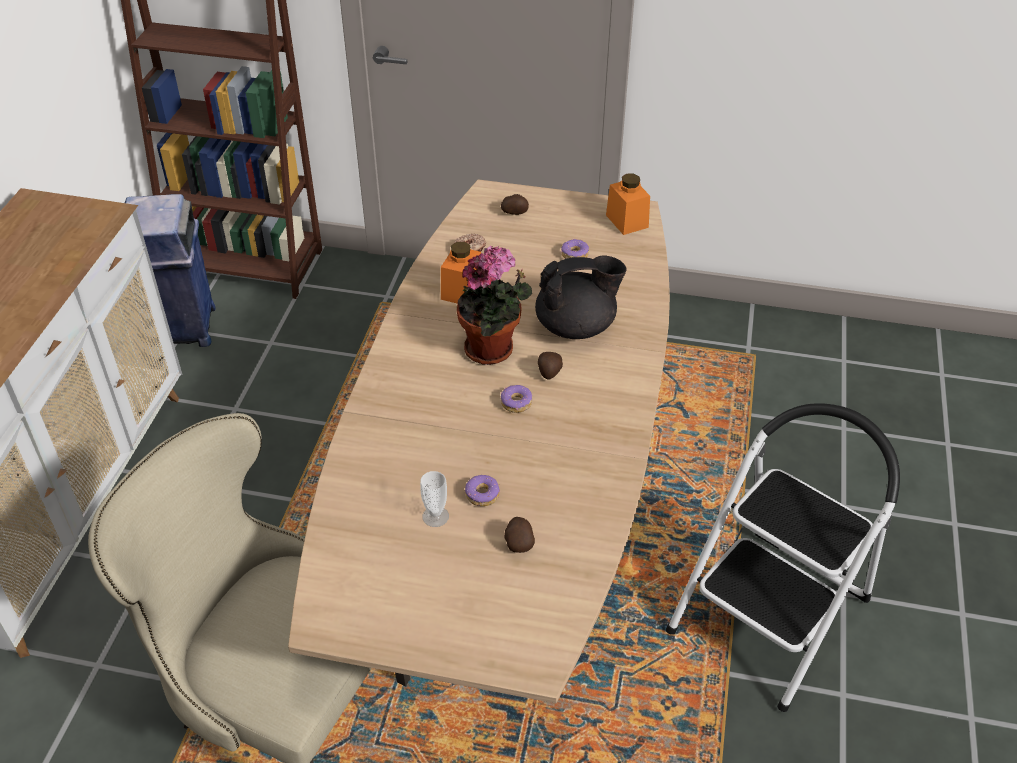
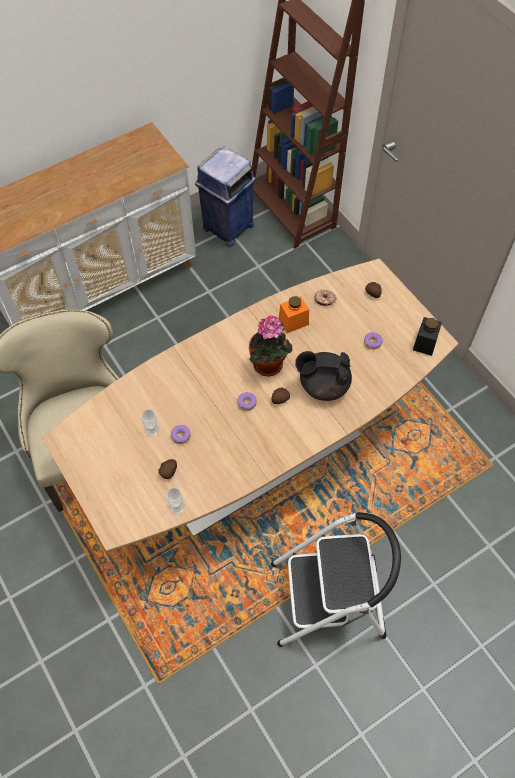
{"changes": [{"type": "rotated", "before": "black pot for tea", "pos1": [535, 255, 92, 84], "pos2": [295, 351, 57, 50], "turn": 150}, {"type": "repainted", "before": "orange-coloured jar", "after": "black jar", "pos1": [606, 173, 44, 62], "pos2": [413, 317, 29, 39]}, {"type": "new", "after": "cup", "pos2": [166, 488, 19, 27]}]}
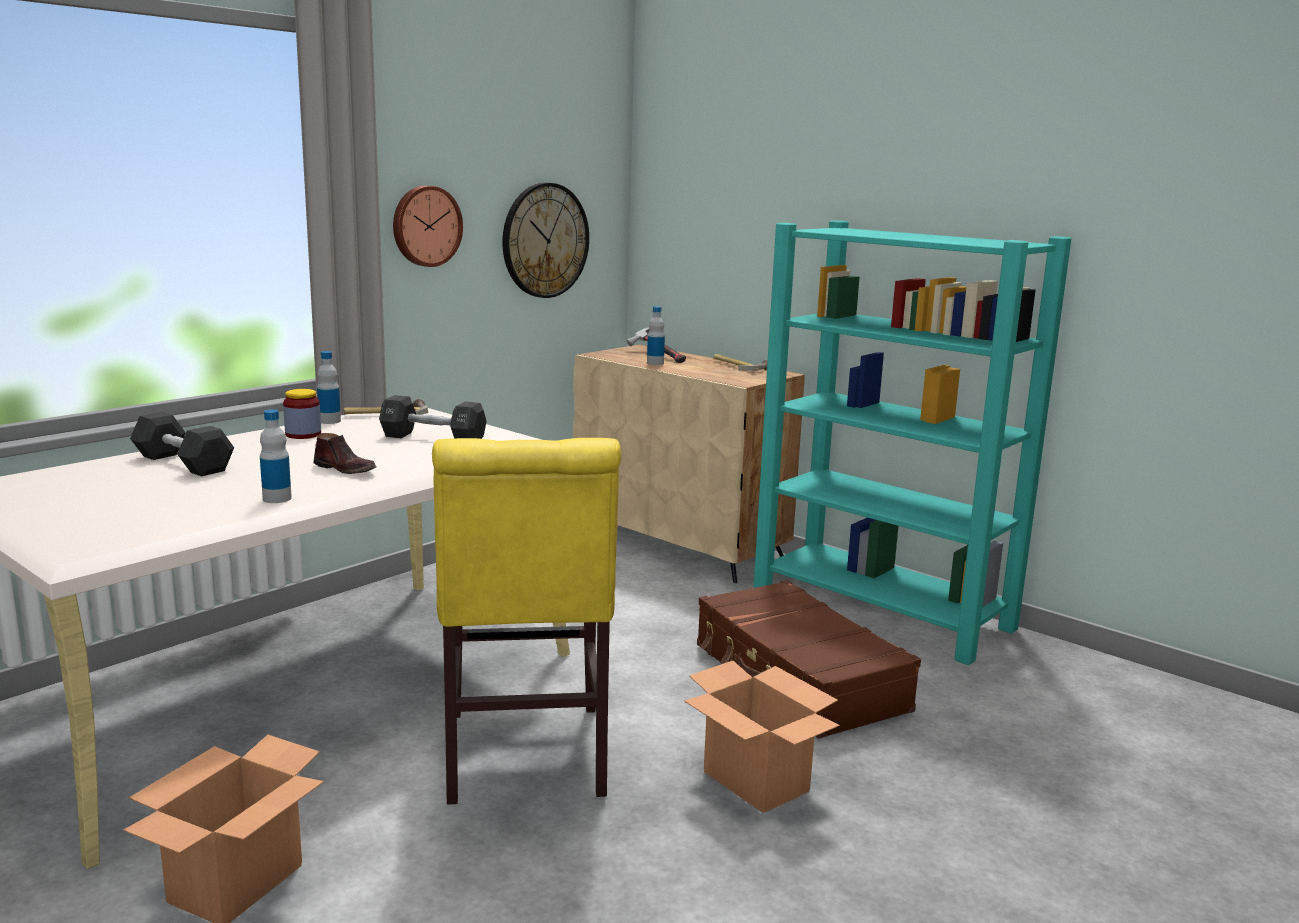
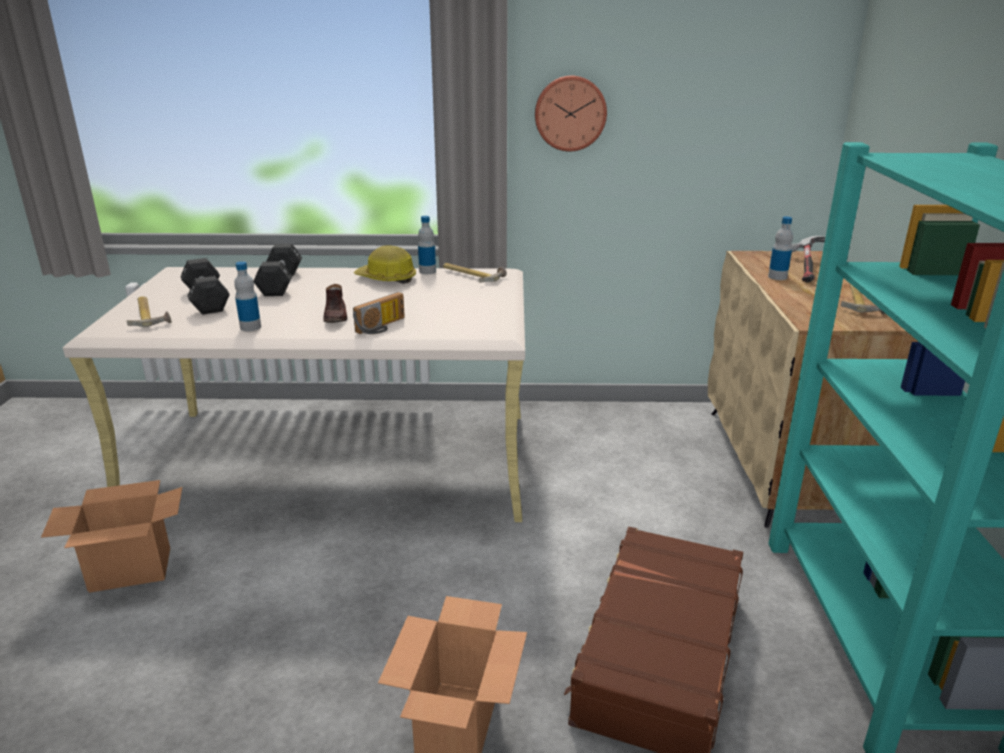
{"changes": [{"type": "swapped", "before": "jar", "after": "safety helmet", "pos1": [283, 389, 38, 50], "pos2": [354, 245, 62, 39]}, {"type": "shifted", "before": "black free weight", "pos1": [379, 395, 108, 44], "pos2": [180, 258, 50, 57]}, {"type": "gone", "before": "yellowish chair", "pos1": [432, 438, 190, 367]}, {"type": "gone", "before": "hanging clock", "pos1": [502, 183, 87, 115]}, {"type": "new", "after": "tool hammer", "pos2": [127, 296, 45, 31]}, {"type": "new", "after": "radio receiver", "pos2": [353, 292, 52, 42]}]}
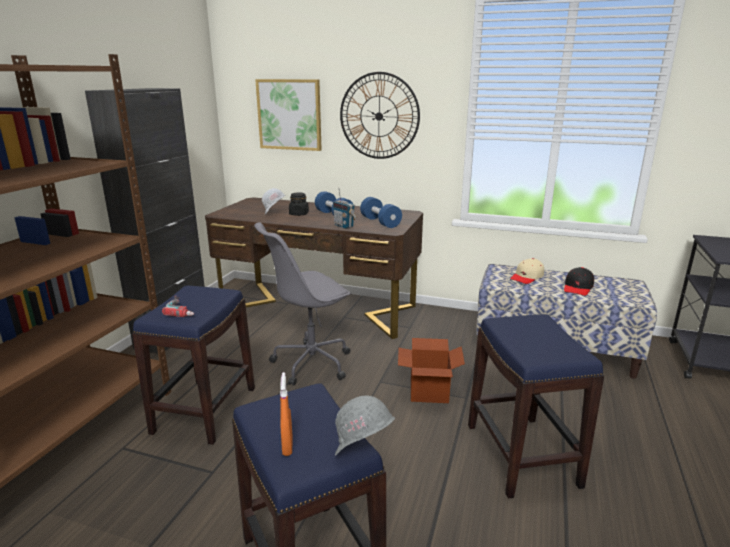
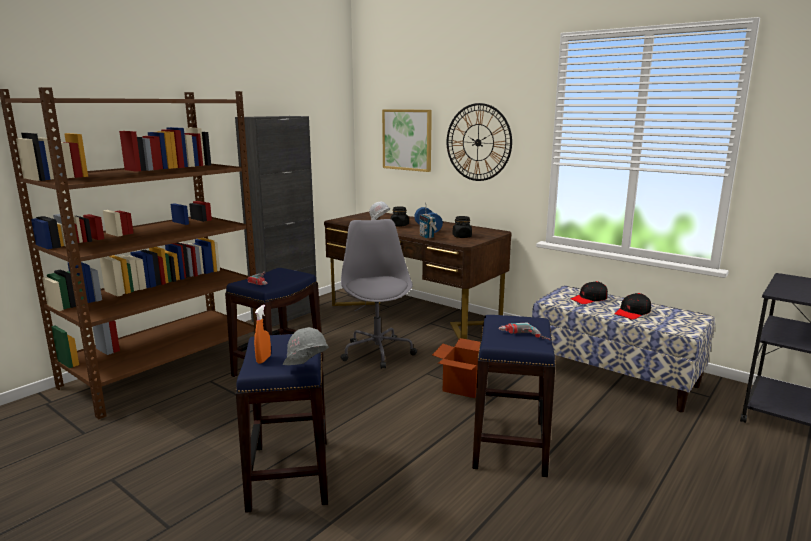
{"changes": [{"type": "rotated", "before": "gray computer chair", "pos1": [254, 222, 97, 164], "pos2": [340, 219, 77, 150], "turn": 90}, {"type": "swapped", "before": "blue free weight", "after": "black jar", "pos1": [360, 197, 42, 31], "pos2": [453, 216, 19, 22]}, {"type": "repainted", "before": "sand-coloured baseball cap", "after": "black baseball cap", "pos1": [510, 258, 34, 26], "pos2": [571, 281, 37, 23]}, {"type": "new", "after": "electric drill", "pos2": [499, 323, 52, 18]}]}
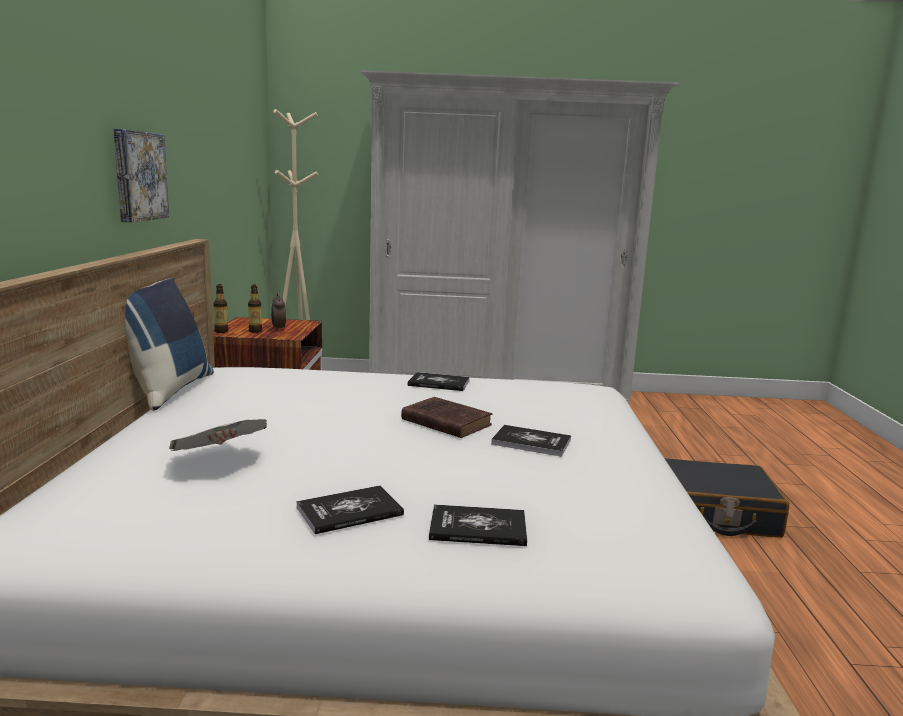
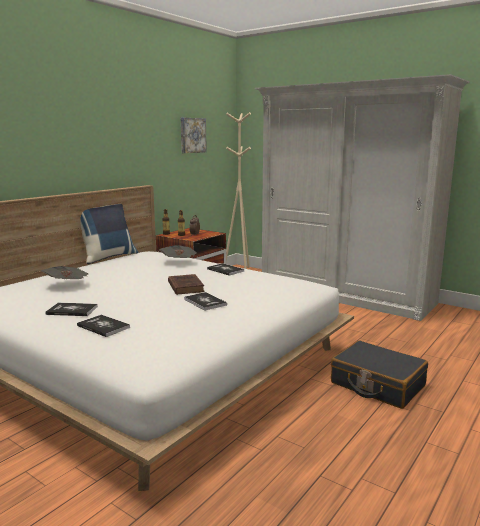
{"changes": [{"type": "shifted", "before": "wall picture", "pos1": [113, 129, 56, 94], "pos2": [181, 118, 26, 35]}, {"type": "new", "after": "daily paper", "pos2": [159, 245, 38, 13]}]}
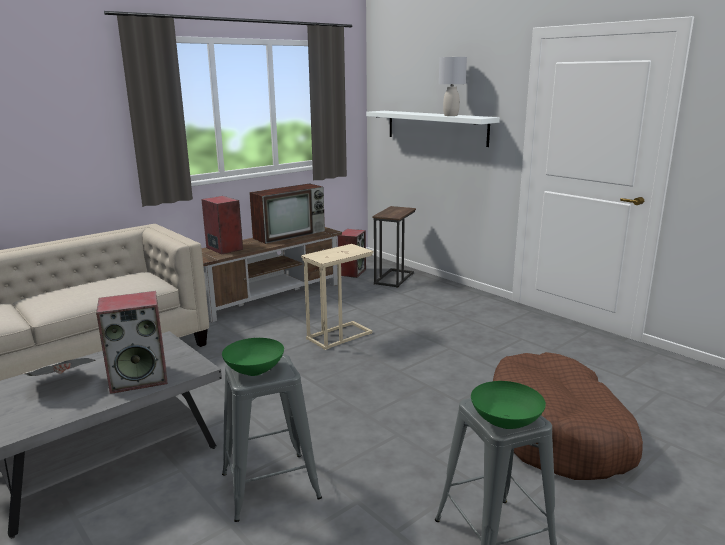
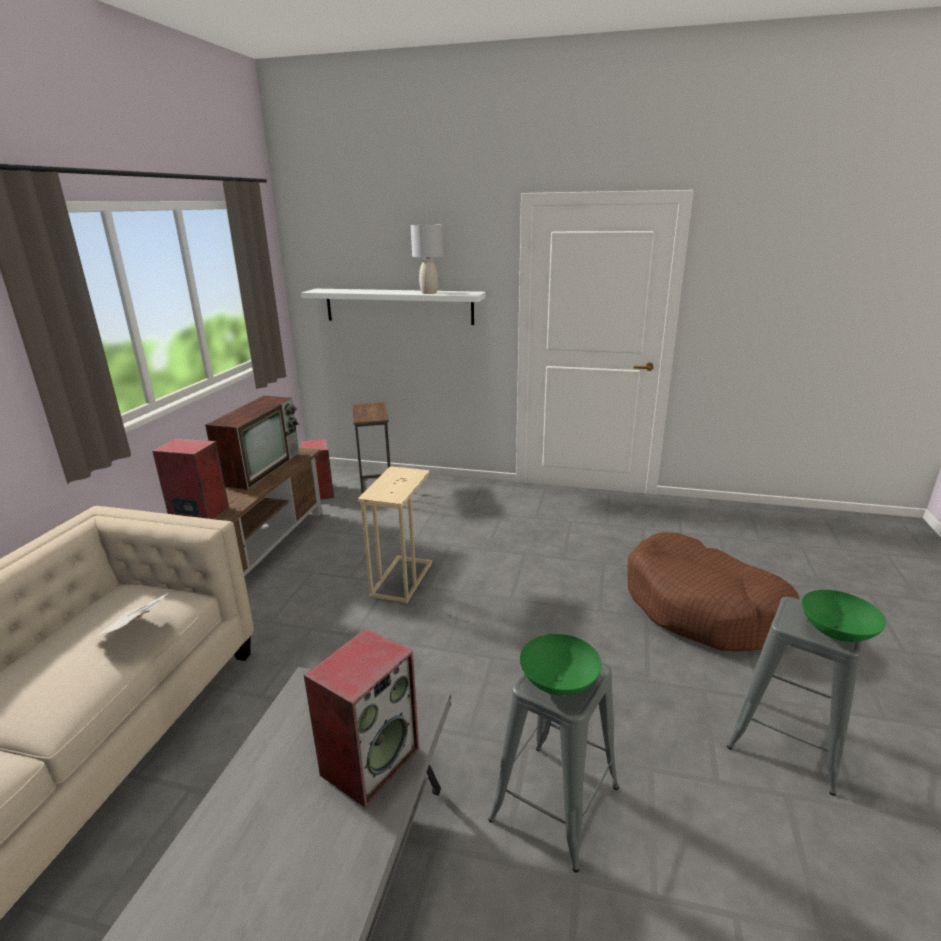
{"changes": [{"type": "shifted", "before": "daily paper", "pos1": [23, 358, 72, 18], "pos2": [94, 591, 79, 46]}]}
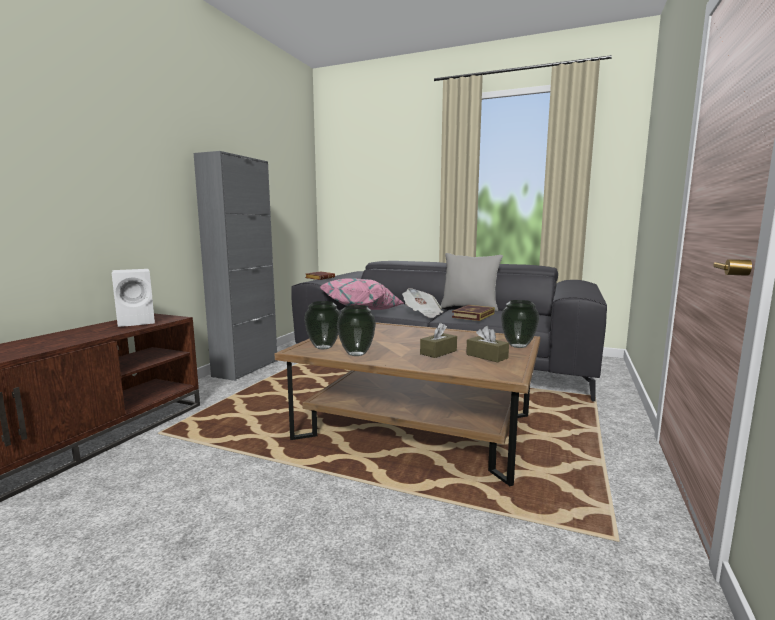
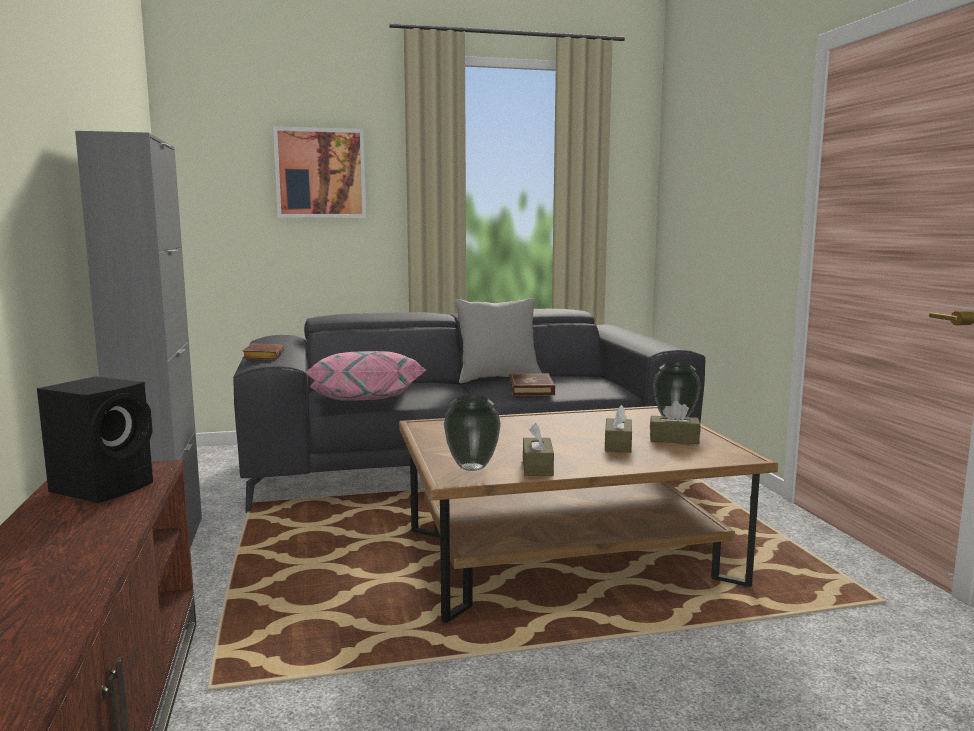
{"changes": [{"type": "repainted", "before": "white audio speaker", "after": "black audio speaker", "pos1": [112, 269, 43, 58], "pos2": [37, 376, 116, 127]}, {"type": "swapped", "before": "vase", "after": "brownish tissue box", "pos1": [337, 305, 39, 51], "pos2": [523, 423, 31, 53]}, {"type": "gone", "before": "daily paper", "pos1": [402, 288, 41, 30]}, {"type": "new", "after": "wall picture", "pos2": [273, 126, 93, 92]}]}
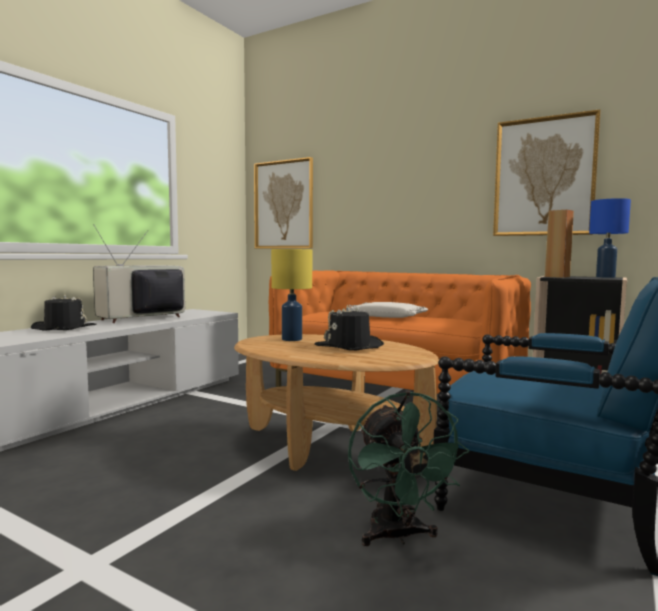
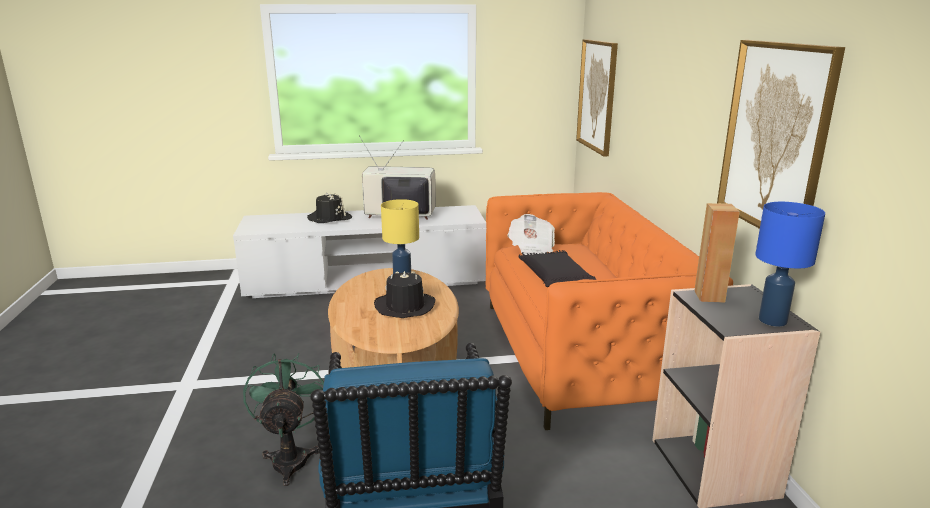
{"changes": [{"type": "repainted", "before": "white throw pillow", "after": "black throw pillow", "pos1": [348, 302, 80, 16], "pos2": [519, 250, 78, 37]}, {"type": "rotated", "before": "green cooling fan", "pos1": [348, 391, 121, 155], "pos2": [243, 353, 81, 133], "turn": 135}, {"type": "new", "after": "daily paper", "pos2": [507, 214, 48, 41]}]}
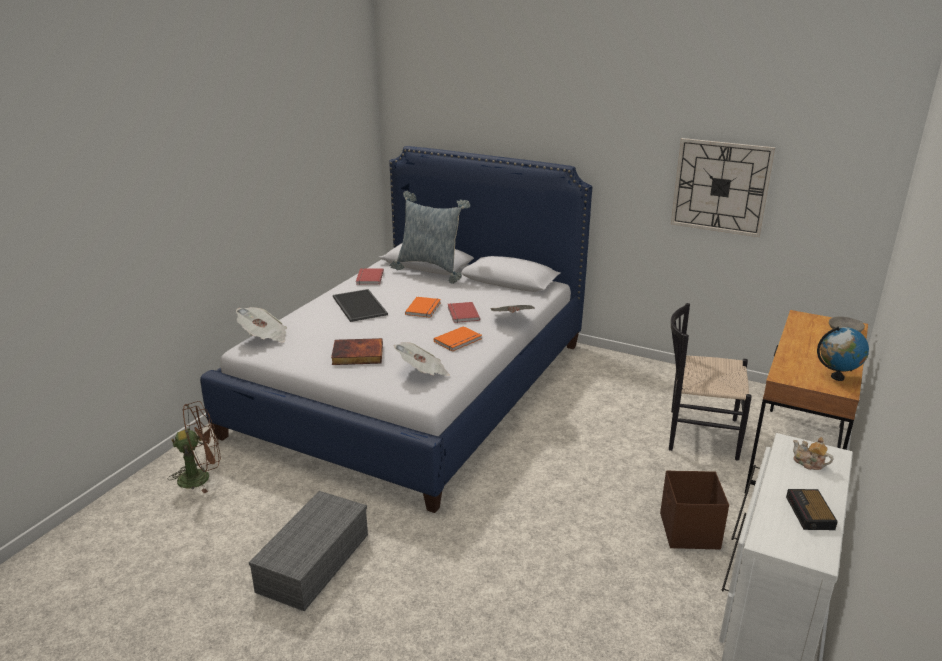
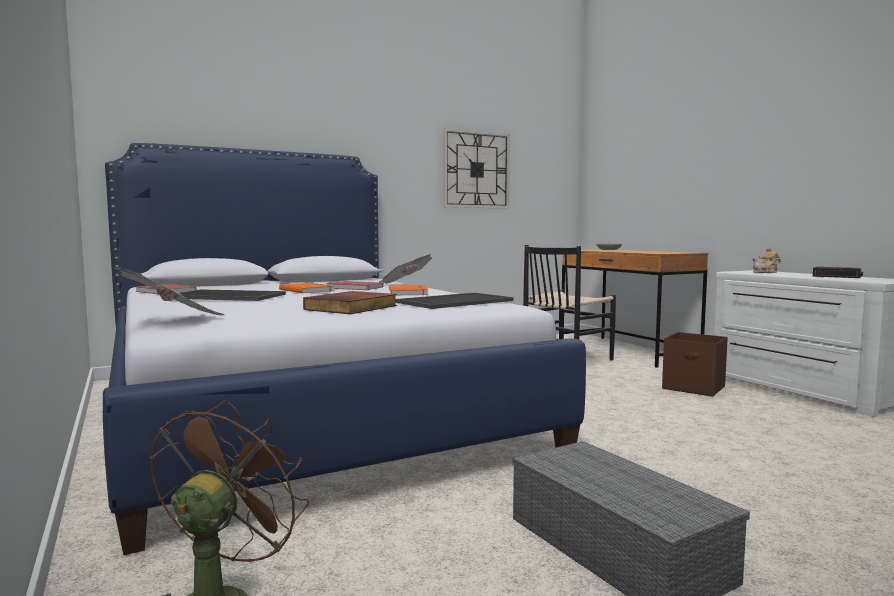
{"changes": [{"type": "gone", "before": "throw pillow", "pos1": [390, 191, 81, 93]}, {"type": "swapped", "before": "daily paper", "after": "tray", "pos1": [394, 342, 56, 34], "pos2": [396, 293, 118, 16]}, {"type": "gone", "before": "globe", "pos1": [817, 327, 52, 54]}]}
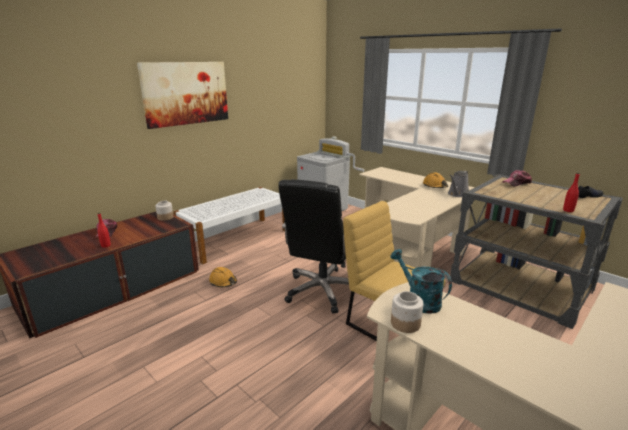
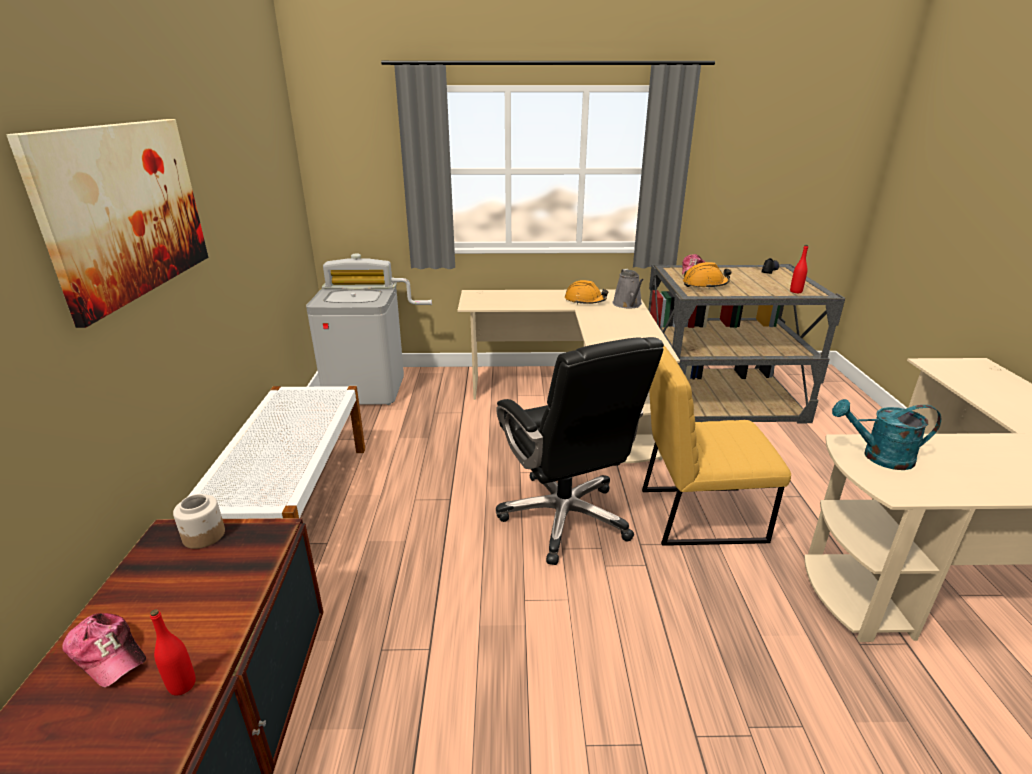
{"changes": [{"type": "shifted", "before": "orange-coloured safety helmet", "pos1": [209, 267, 28, 20], "pos2": [683, 262, 49, 27]}, {"type": "gone", "before": "jar", "pos1": [391, 291, 32, 42]}]}
